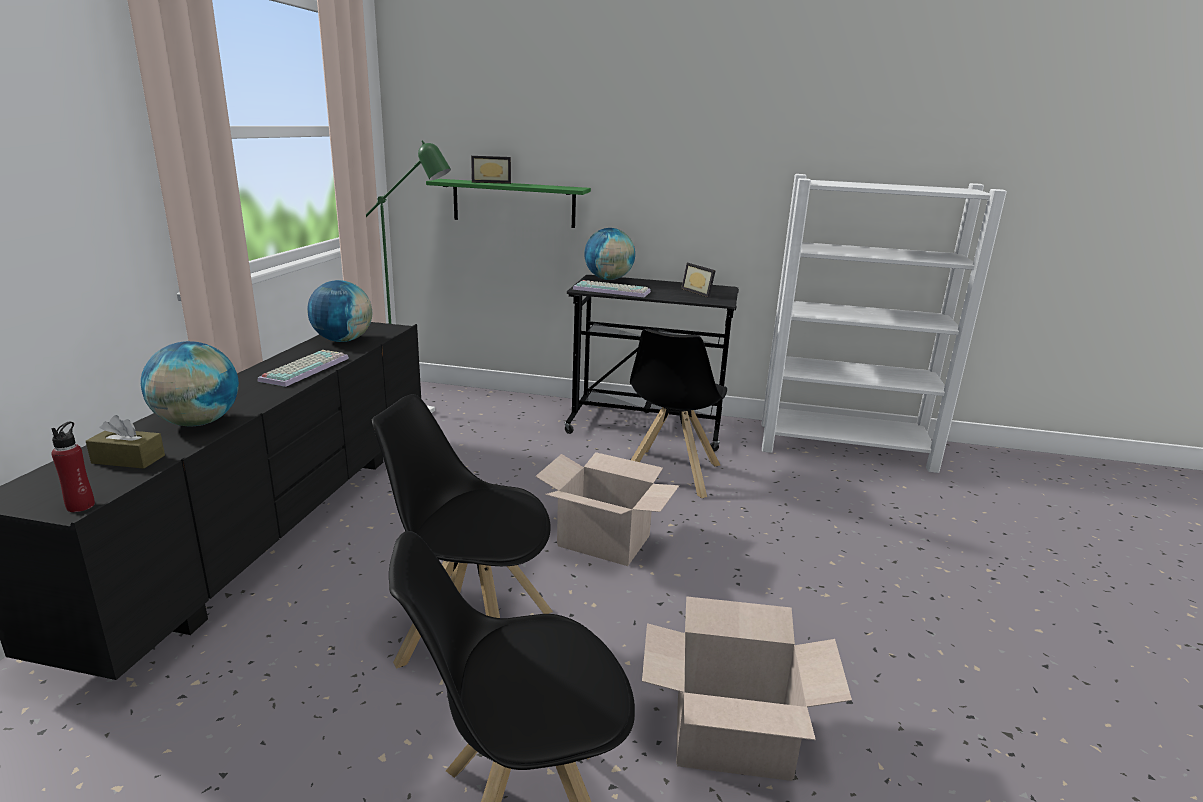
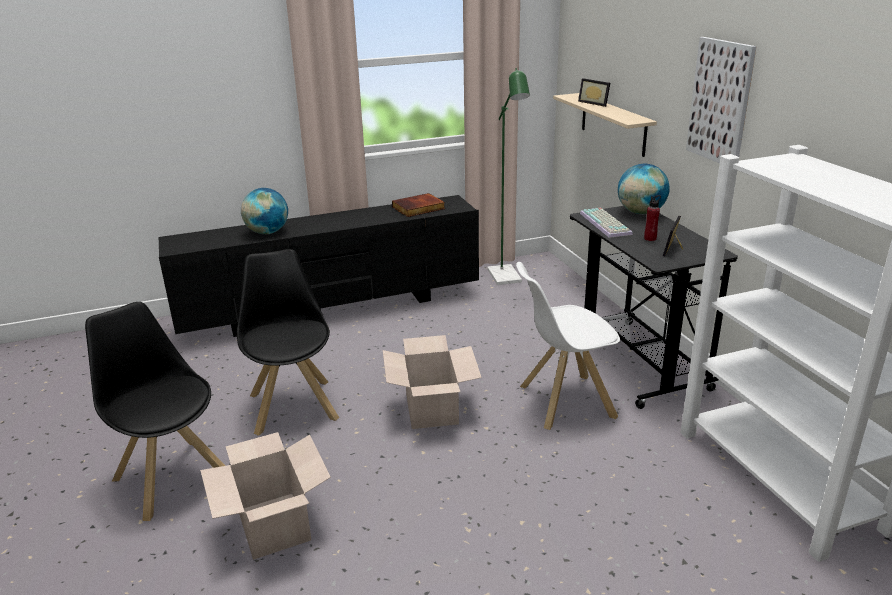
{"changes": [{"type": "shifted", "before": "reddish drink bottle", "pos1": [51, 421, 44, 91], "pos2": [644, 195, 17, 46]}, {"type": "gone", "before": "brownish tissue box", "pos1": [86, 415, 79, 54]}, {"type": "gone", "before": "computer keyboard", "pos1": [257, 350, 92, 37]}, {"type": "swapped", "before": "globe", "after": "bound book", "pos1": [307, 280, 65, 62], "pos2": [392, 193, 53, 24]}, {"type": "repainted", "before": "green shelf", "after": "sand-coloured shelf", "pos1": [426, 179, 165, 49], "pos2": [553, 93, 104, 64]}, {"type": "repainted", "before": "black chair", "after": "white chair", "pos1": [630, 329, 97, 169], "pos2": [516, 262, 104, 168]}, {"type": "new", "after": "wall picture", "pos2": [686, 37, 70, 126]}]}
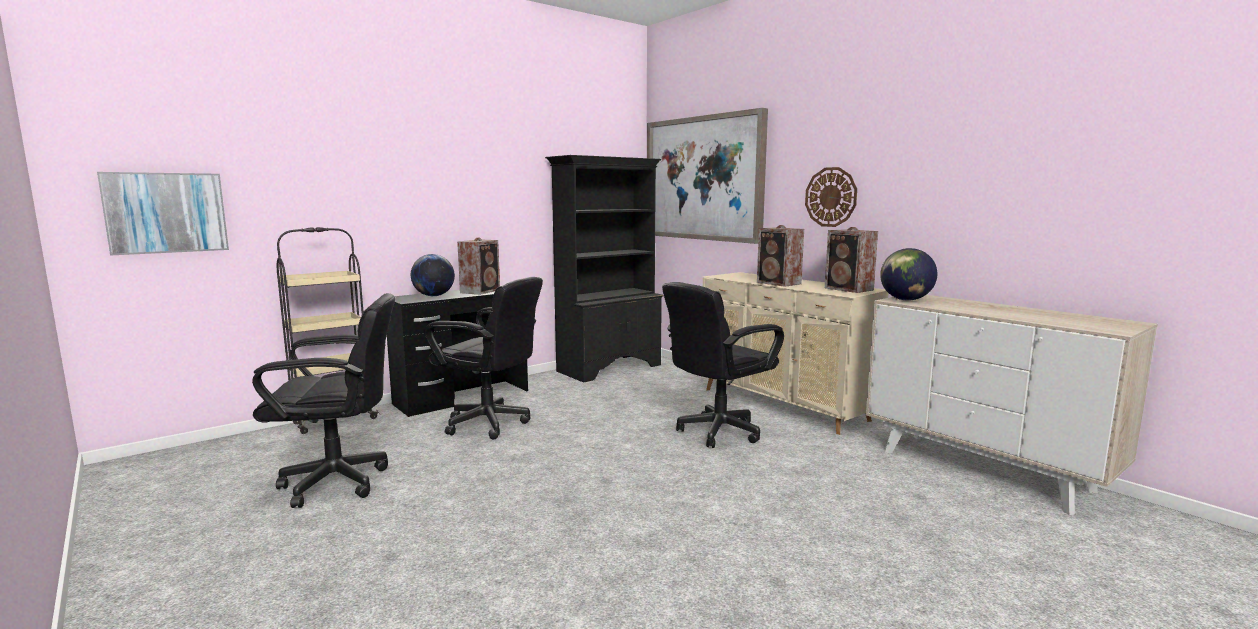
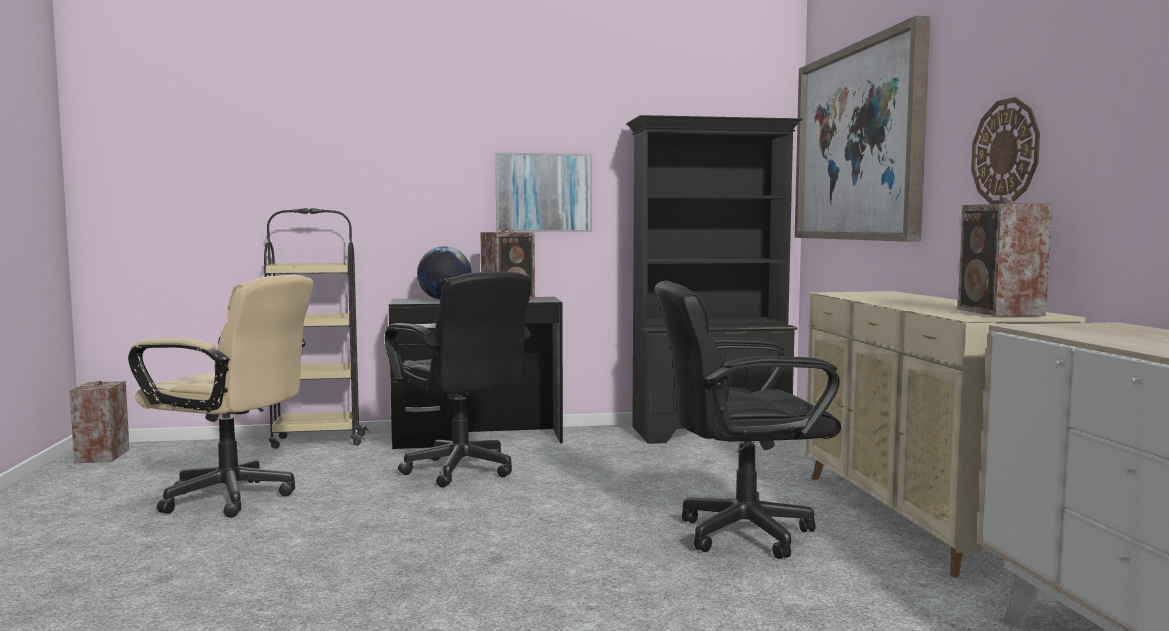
{"changes": [{"type": "shifted", "before": "wall picture", "pos1": [97, 172, 132, 84], "pos2": [495, 153, 97, 79]}, {"type": "repainted", "before": "black computer chair", "after": "sand-coloured computer chair", "pos1": [252, 293, 143, 215], "pos2": [128, 275, 186, 243]}, {"type": "shifted", "before": "audio speaker", "pos1": [757, 225, 47, 62], "pos2": [70, 381, 60, 82]}, {"type": "gone", "before": "globe", "pos1": [880, 248, 57, 53]}]}
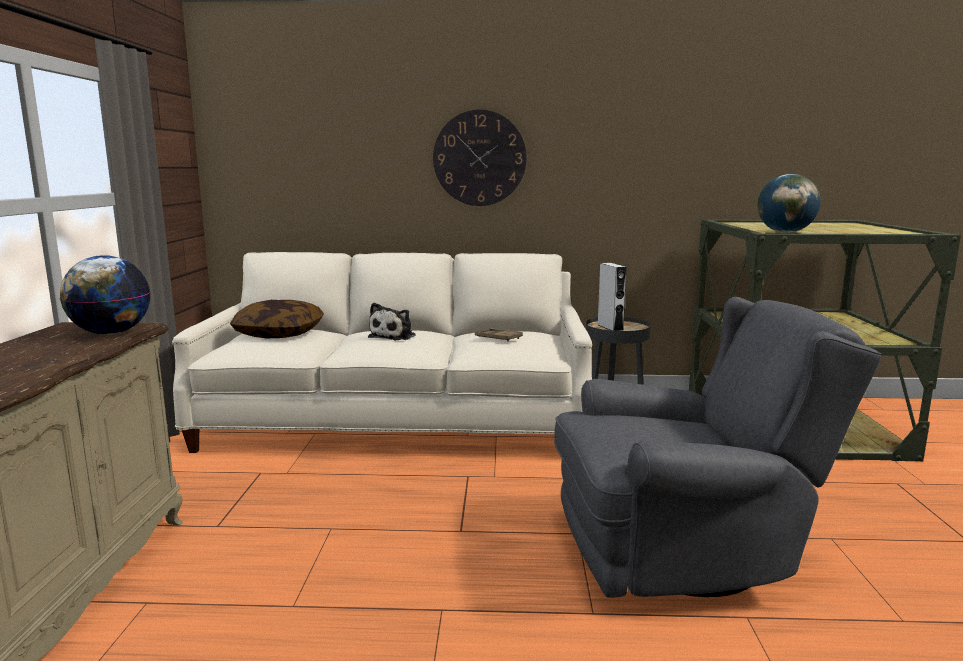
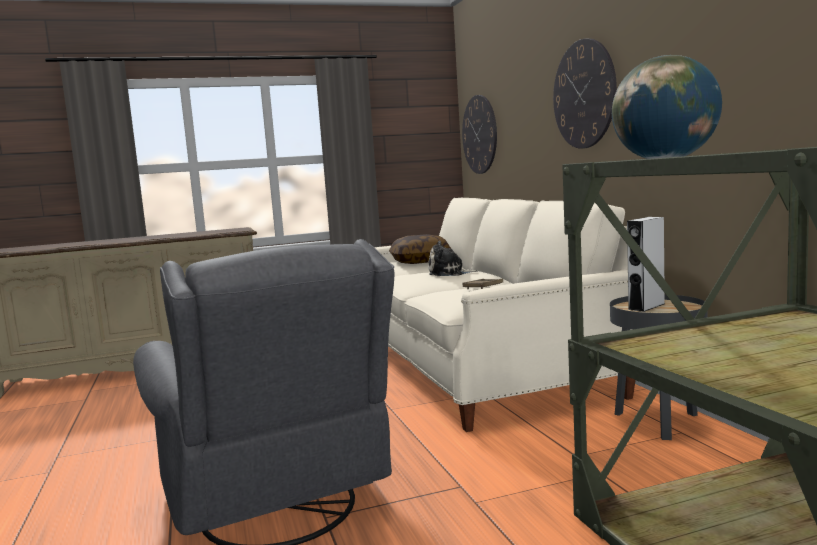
{"changes": [{"type": "gone", "before": "globe", "pos1": [60, 255, 90, 80]}, {"type": "new", "after": "hanging clock", "pos2": [462, 95, 35, 79]}]}
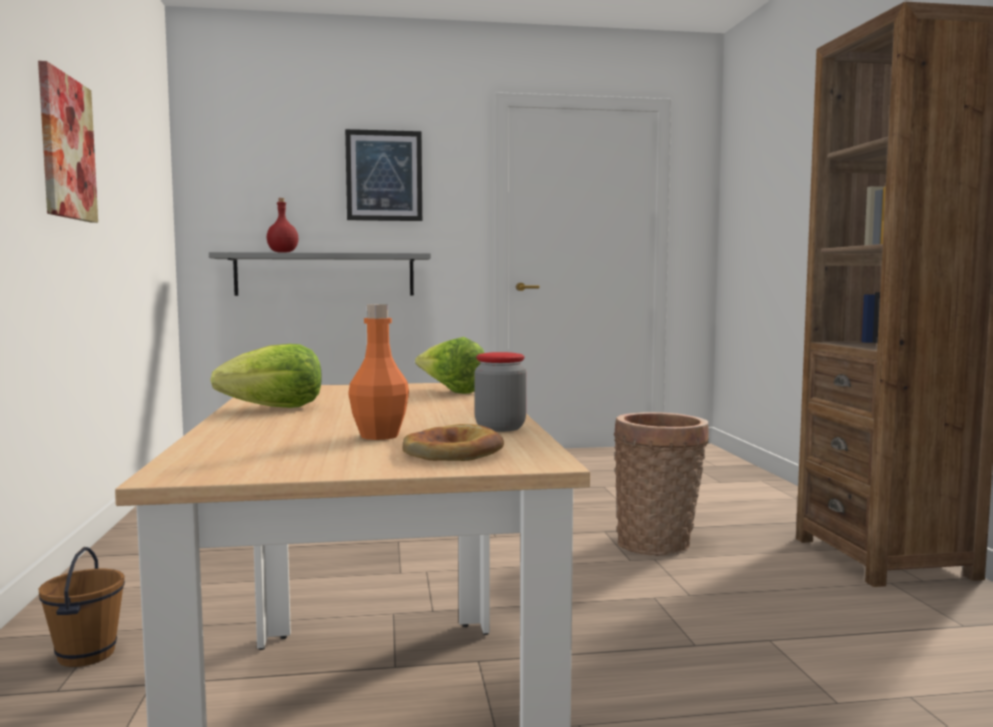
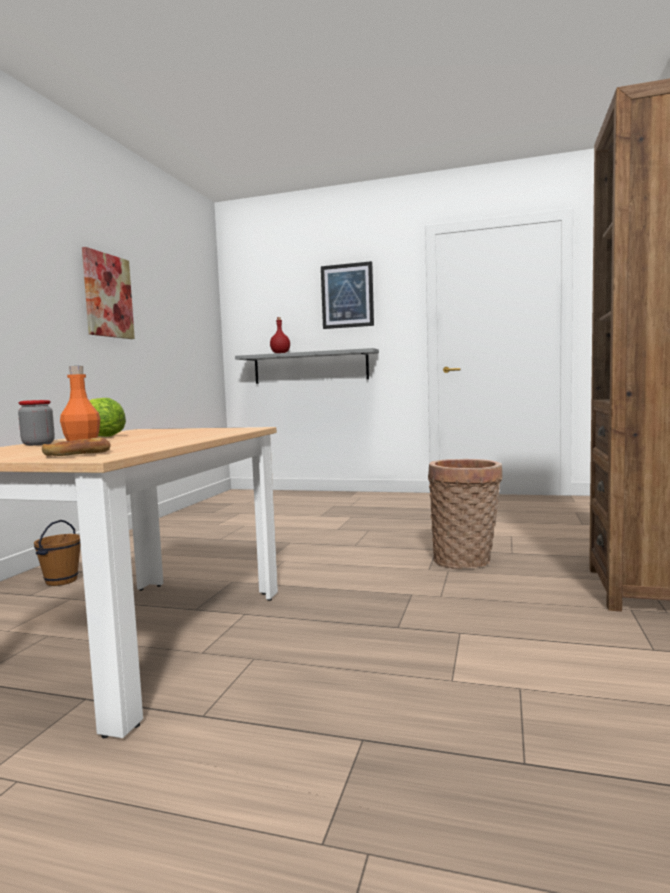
{"changes": [{"type": "gone", "before": "lettuce head", "pos1": [415, 337, 69, 57]}, {"type": "shifted", "before": "jar", "pos1": [475, 352, 51, 80], "pos2": [18, 400, 37, 46]}]}
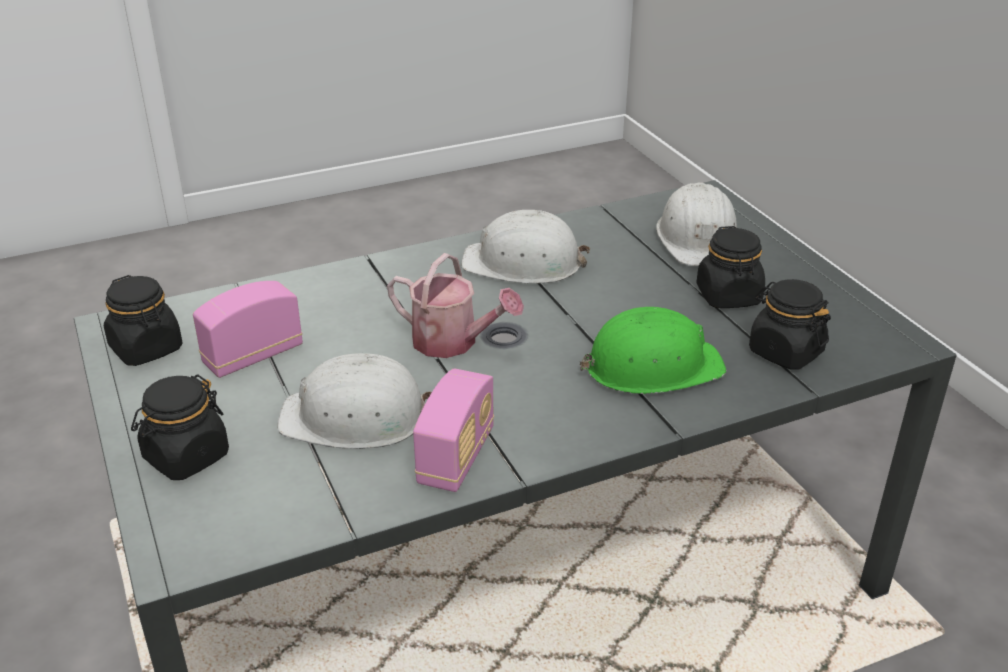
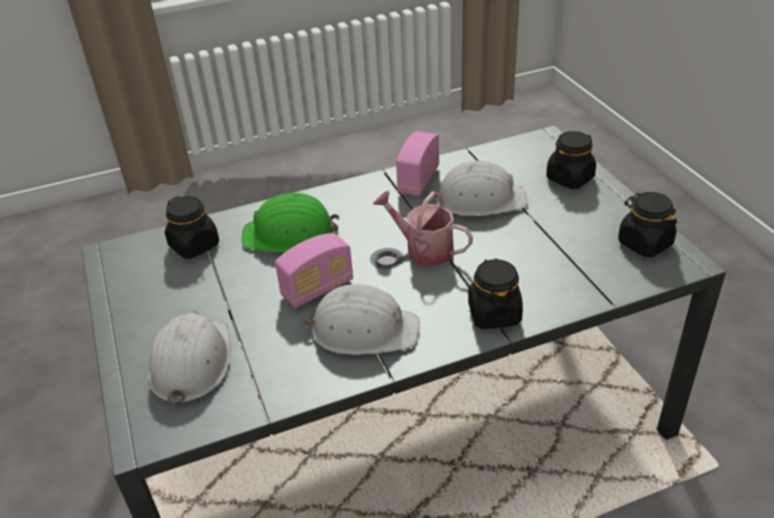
{"changes": [{"type": "shifted", "before": "radio receiver", "pos1": [193, 281, 110, 97], "pos2": [275, 233, 78, 75]}, {"type": "shifted", "before": "black jar", "pos1": [696, 226, 69, 82], "pos2": [468, 258, 55, 71]}]}
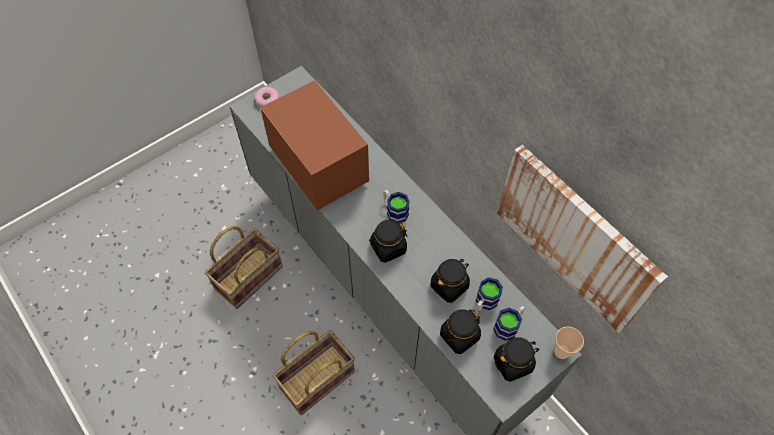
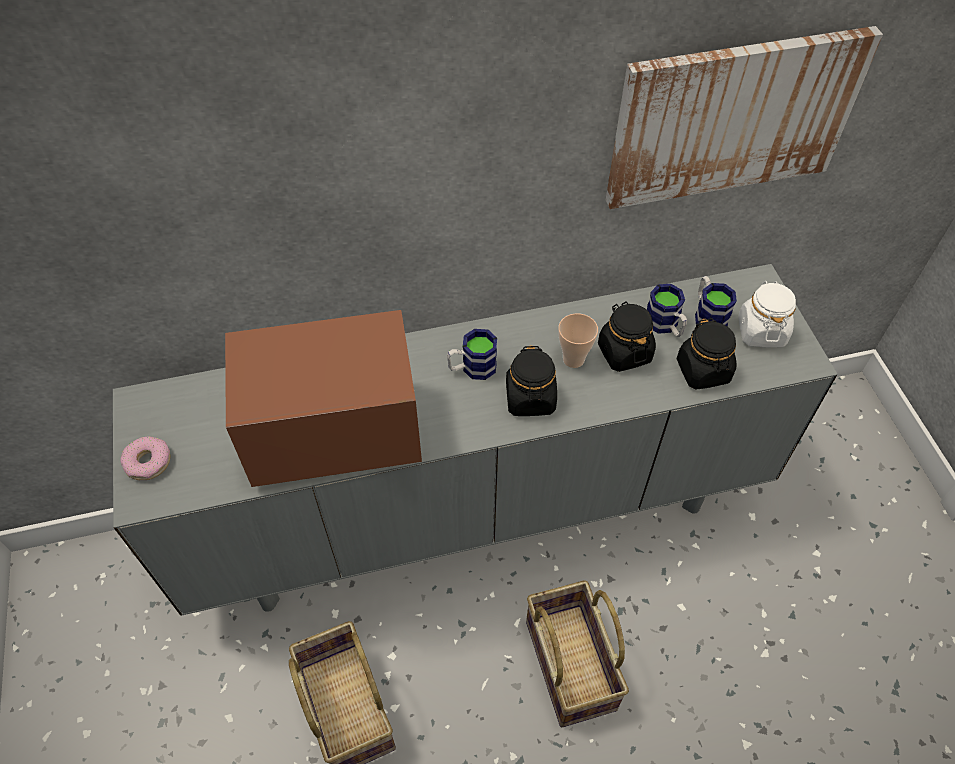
{"changes": [{"type": "repainted", "before": "black jar", "after": "white jar", "pos1": [494, 337, 46, 45], "pos2": [738, 281, 58, 66]}, {"type": "shifted", "before": "cup", "pos1": [554, 327, 30, 32], "pos2": [558, 313, 40, 55]}]}
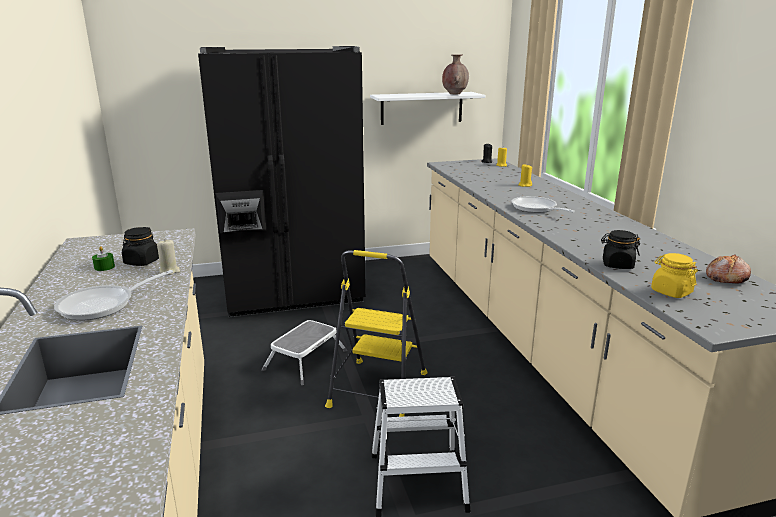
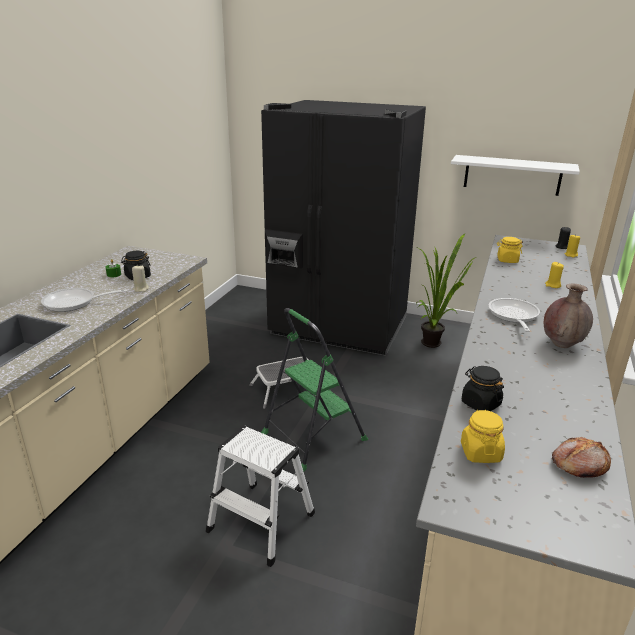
{"changes": [{"type": "repainted", "before": "yellowish stepladder", "after": "green stepladder", "pos1": [325, 250, 103, 167], "pos2": [261, 308, 107, 164]}, {"type": "shifted", "before": "brownish vase", "pos1": [442, 54, 27, 40], "pos2": [544, 284, 49, 64]}, {"type": "new", "after": "houseplant", "pos2": [416, 233, 60, 115]}, {"type": "new", "after": "yellowish jar", "pos2": [497, 237, 26, 26]}]}
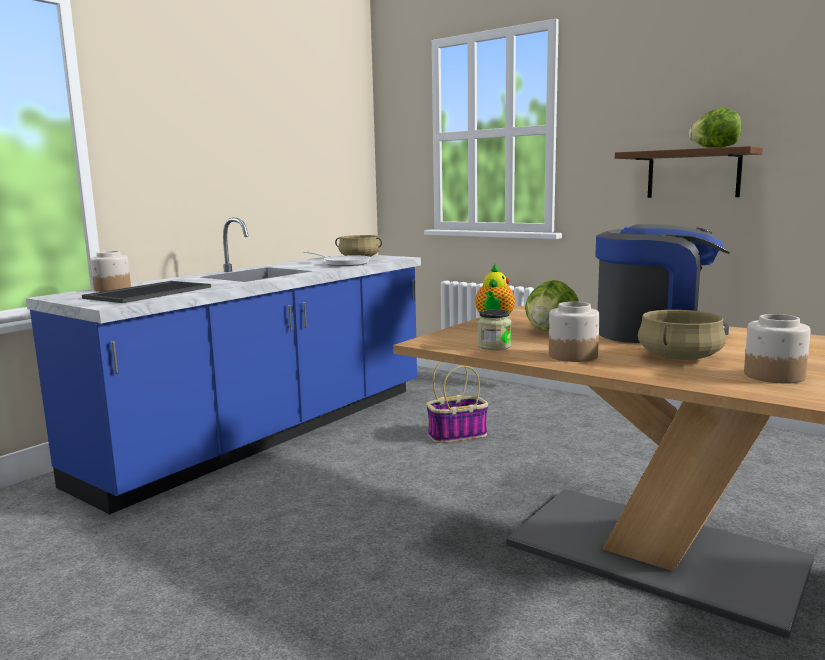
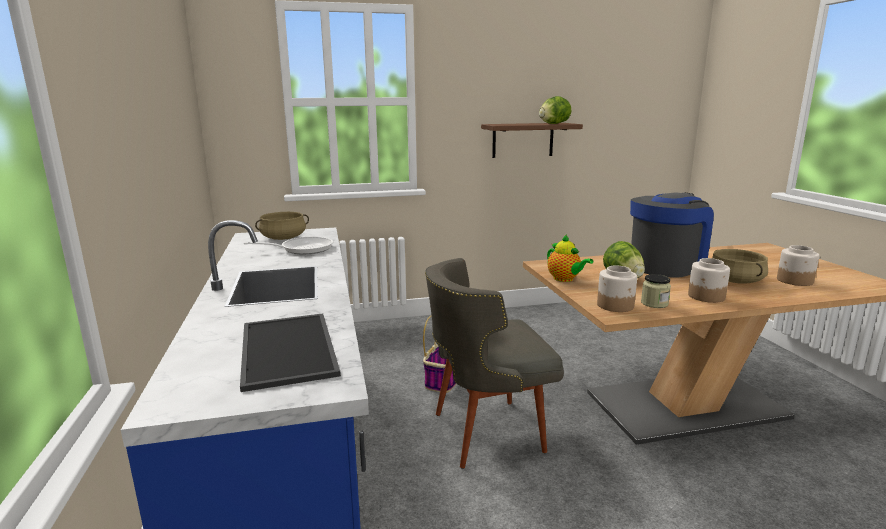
{"changes": [{"type": "shifted", "before": "jar", "pos1": [90, 251, 41, 41], "pos2": [597, 266, 40, 46]}, {"type": "new", "after": "gray chair", "pos2": [425, 258, 139, 211]}]}
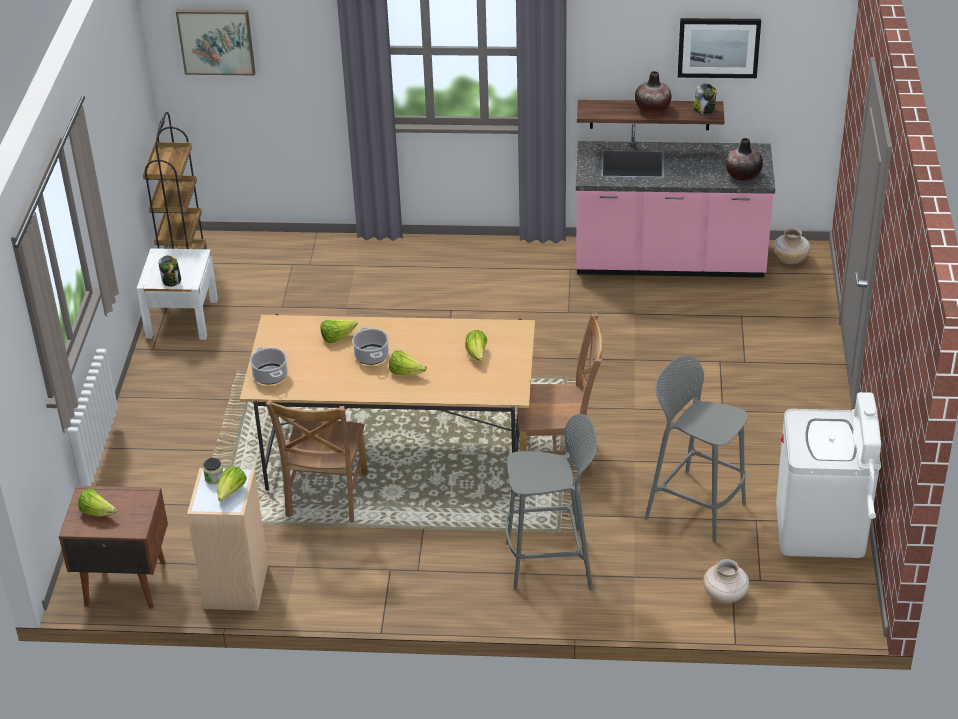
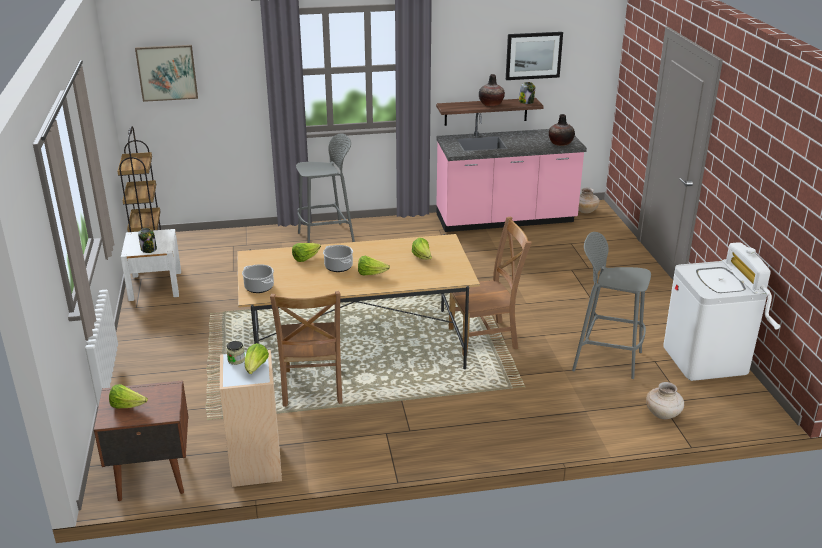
{"changes": [{"type": "shifted", "before": "gray sitting stool", "pos1": [505, 414, 92, 176], "pos2": [296, 133, 59, 110]}]}
